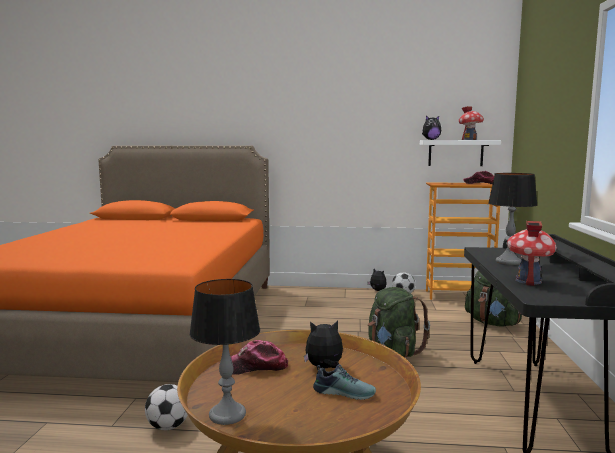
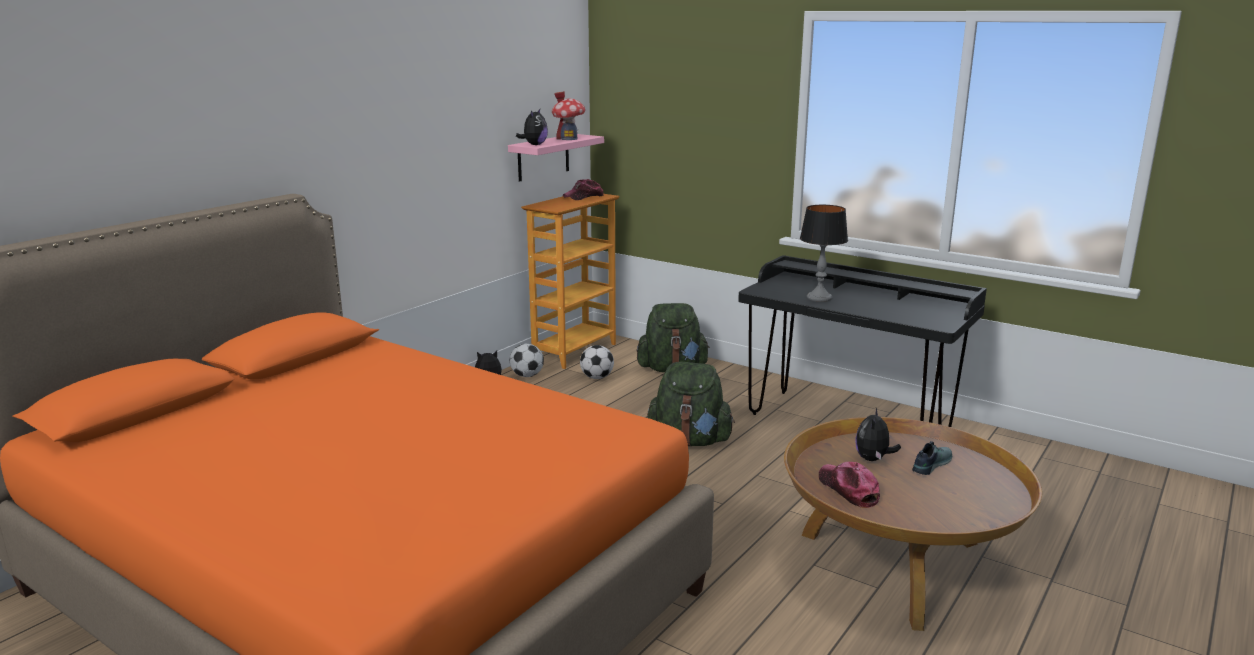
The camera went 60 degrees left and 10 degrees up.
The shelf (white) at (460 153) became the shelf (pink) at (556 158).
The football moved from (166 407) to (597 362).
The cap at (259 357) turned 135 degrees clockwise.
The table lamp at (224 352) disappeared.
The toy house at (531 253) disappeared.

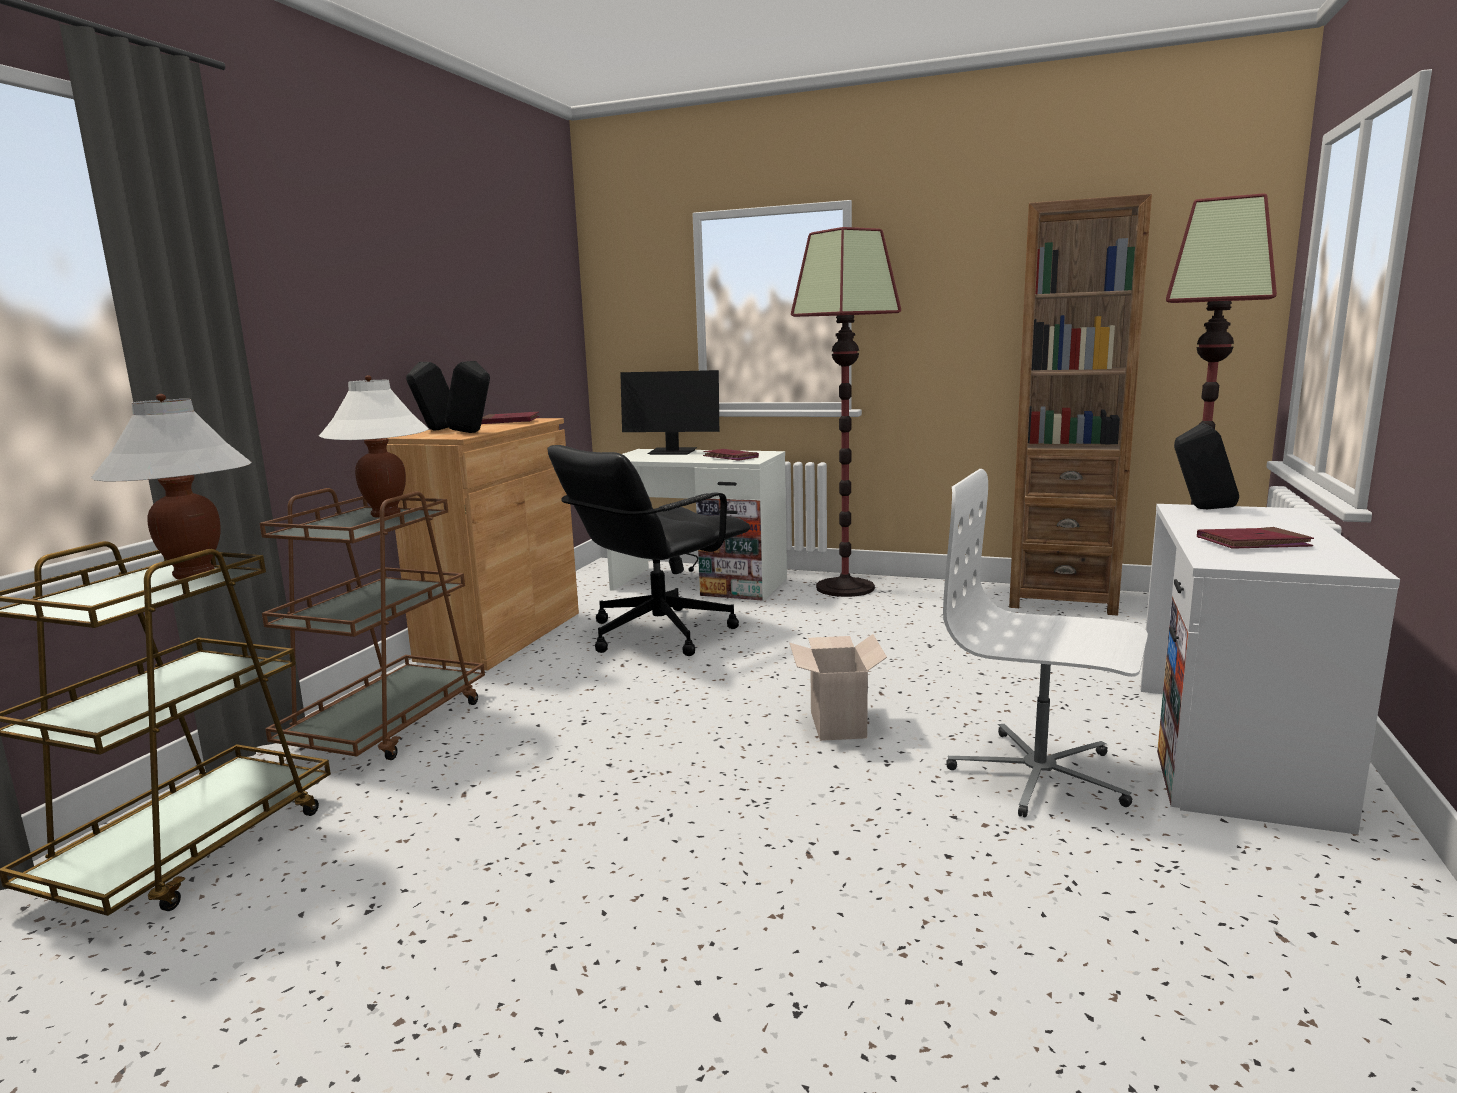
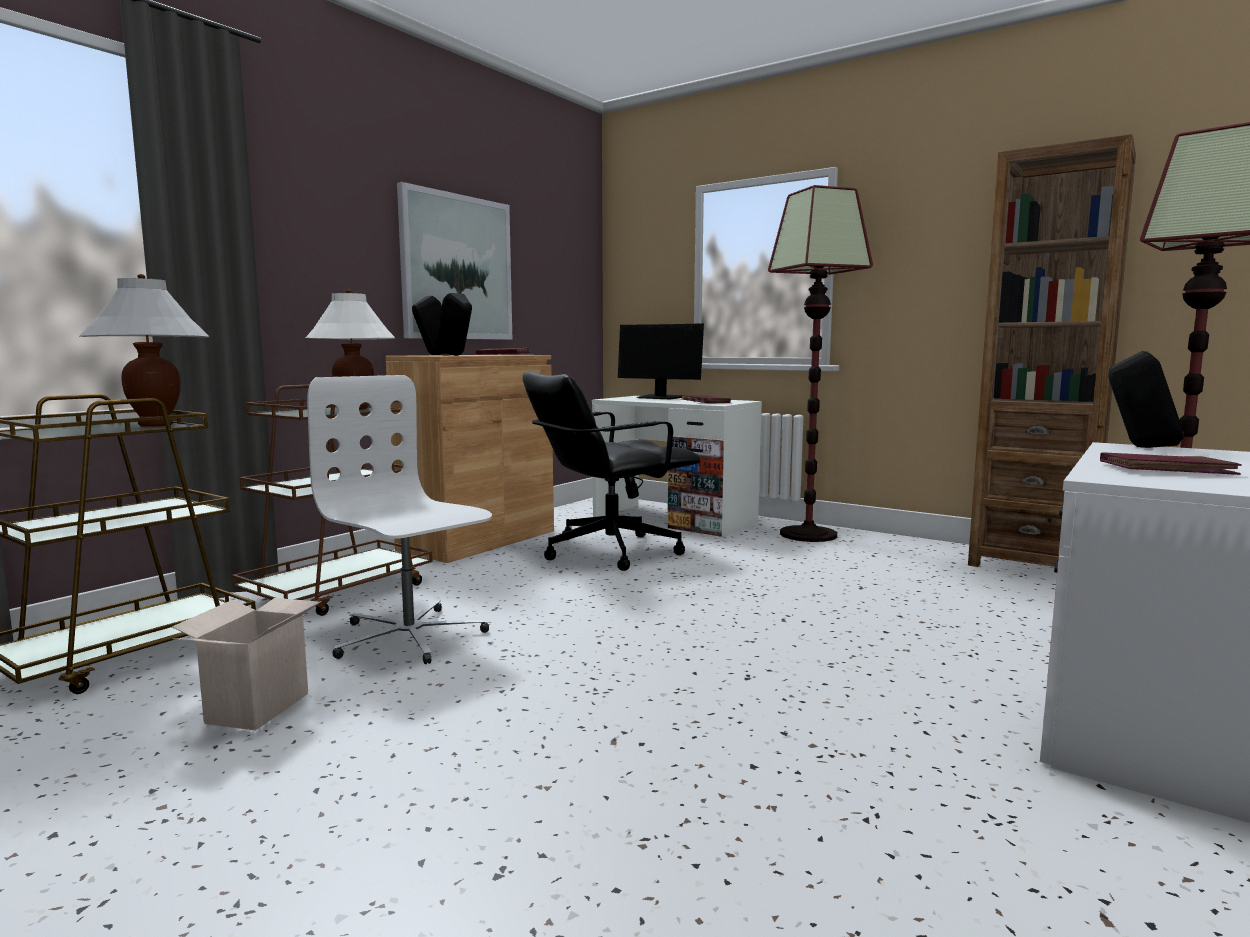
The camera went 15 degrees right and 5 degrees down.
The cardboard box moved from (838 687) to (247 664).
The office chair (white) moved from (1045 643) to (399 519).
The picture at (454 261) appeared.

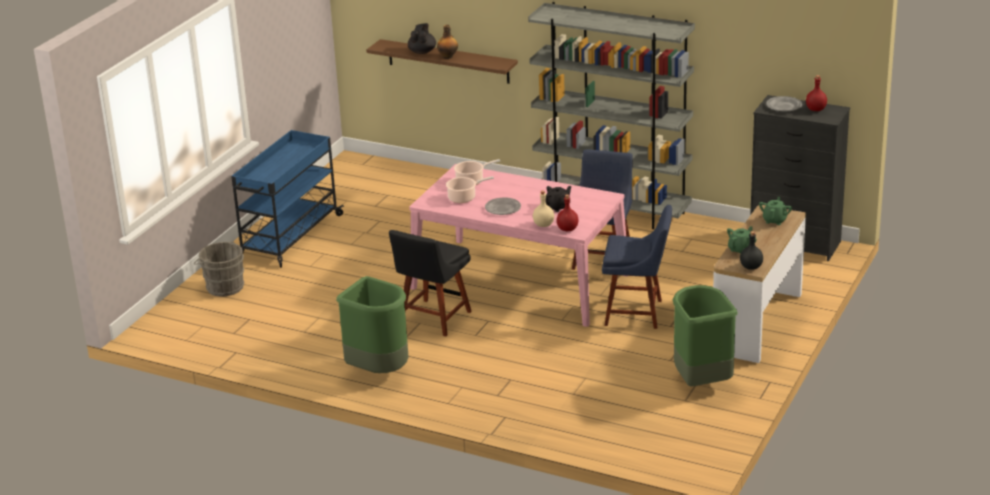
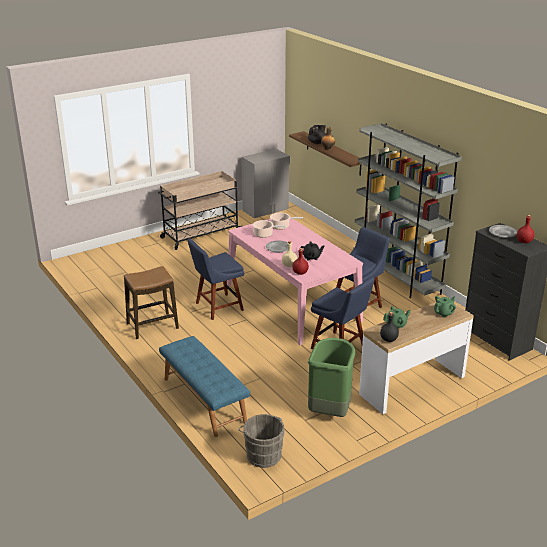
The camera went 30 degrees right and 0 degrees up.
The trash can (green) at (372 324) was replaced by the stool at (151 302).
The cart (blue) at (287 199) became the cart (beige) at (200 210).
The bench (blue) at (204 386) appeared.
The chair (black) at (430 283) became the chair (blue) at (215 279).
The bucket (grey) moved from (219 269) to (261 441).
The cabinet (grey) at (265 183) appeared.

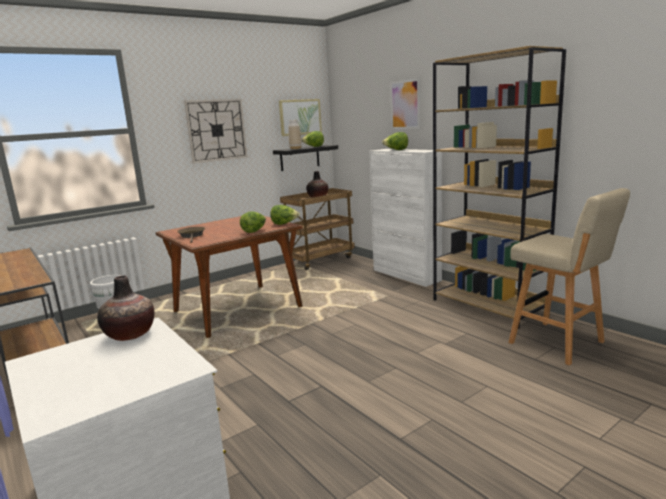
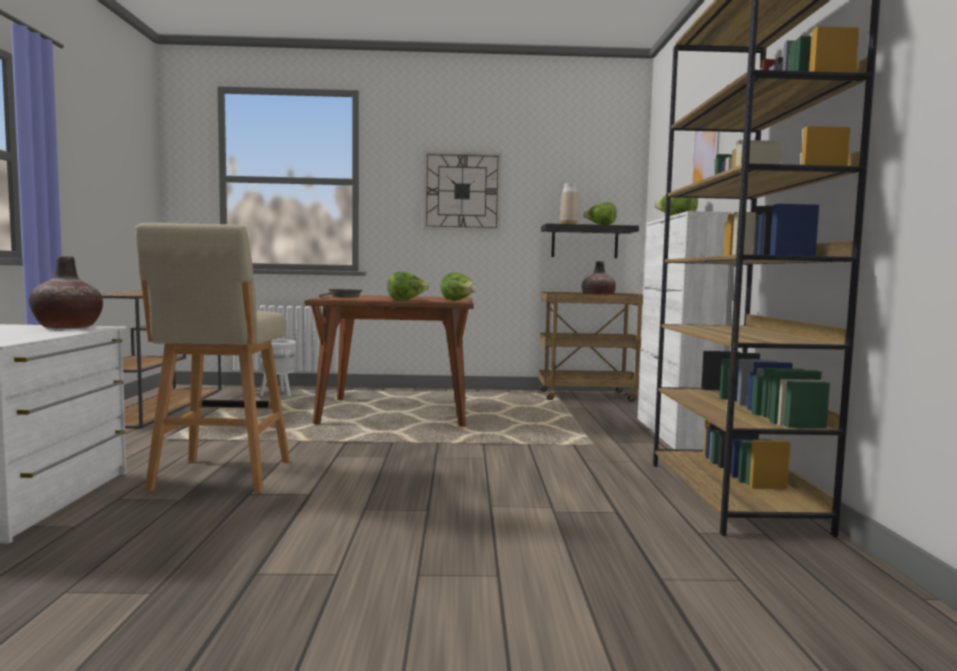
The camera went 35 degrees right and 10 degrees down.
The stool (beige) moved from (569 277) to (212 358).
The picture at (300 117) disappeared.

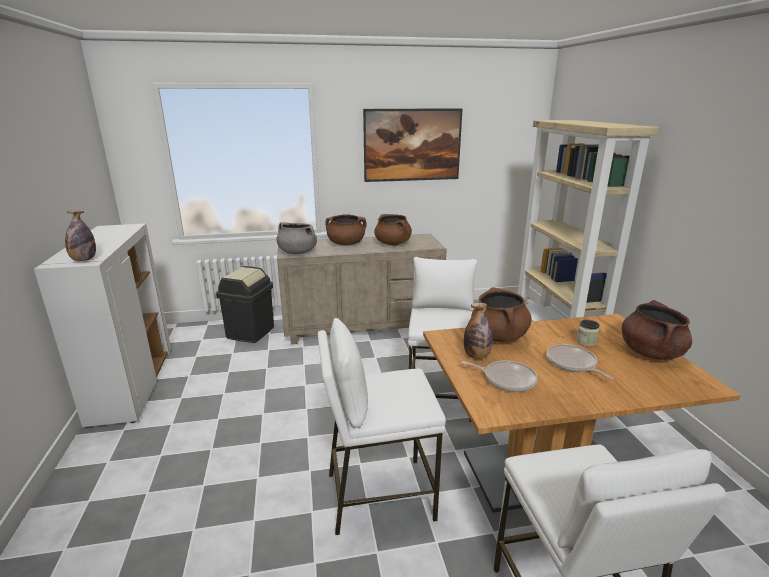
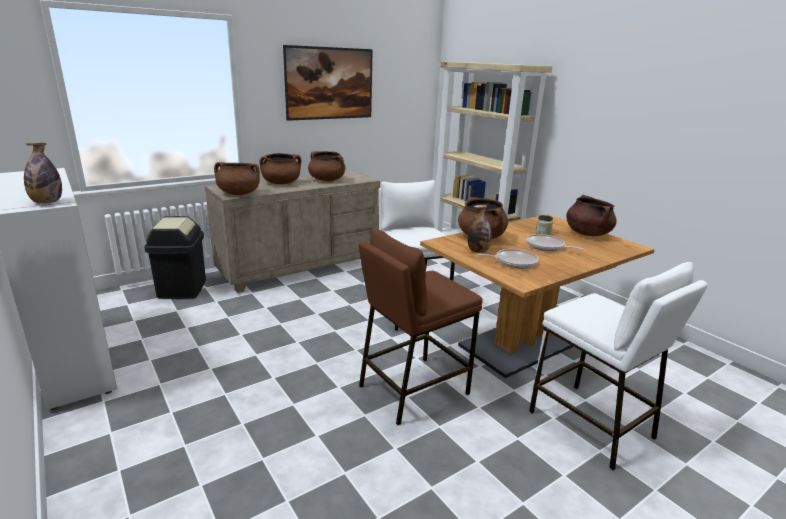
The camera went 25 degrees left and 0 degrees up.
The cooking pot (grey) at (296 238) became the cooking pot (brown) at (237 178).
The stool (white) at (381 427) became the stool (brown) at (420 326).

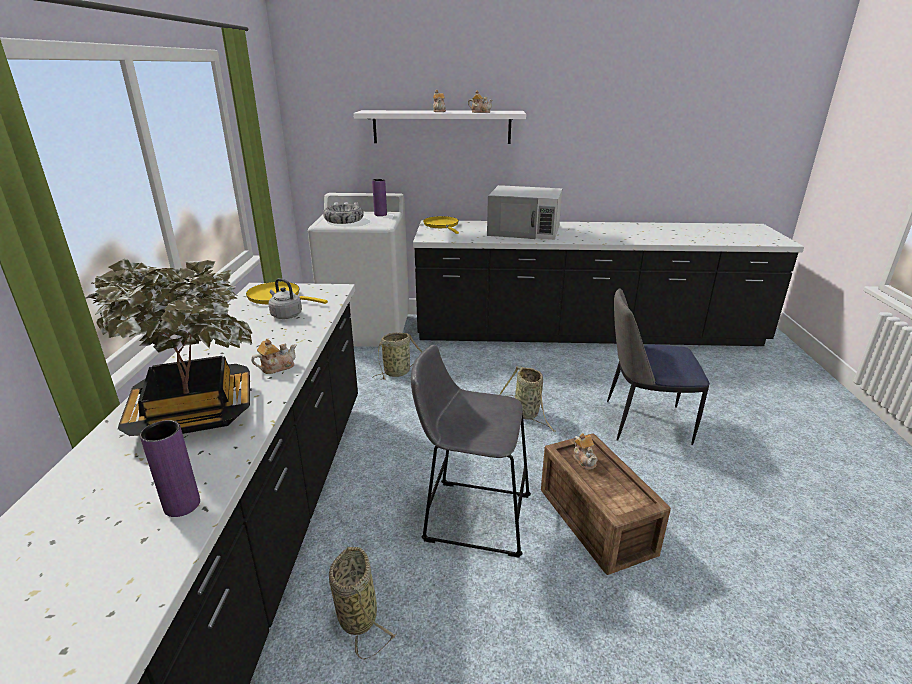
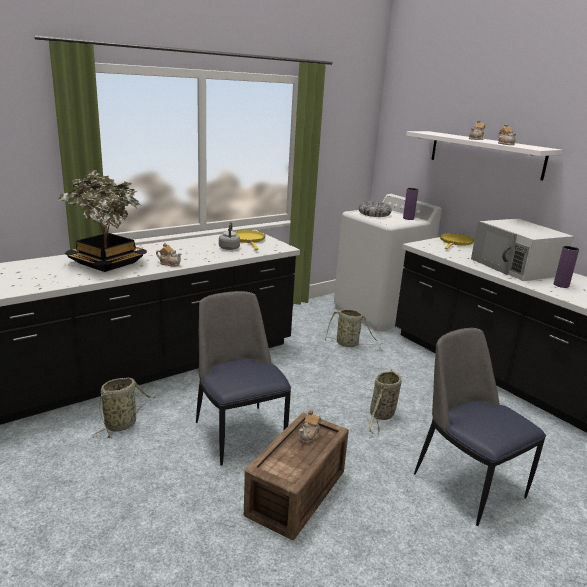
The camera went 50 degrees right and 5 degrees down.
The stool (grey) at (471 451) was replaced by the chair at (243 378).
The vase (purple) moved from (170 468) to (566 267).

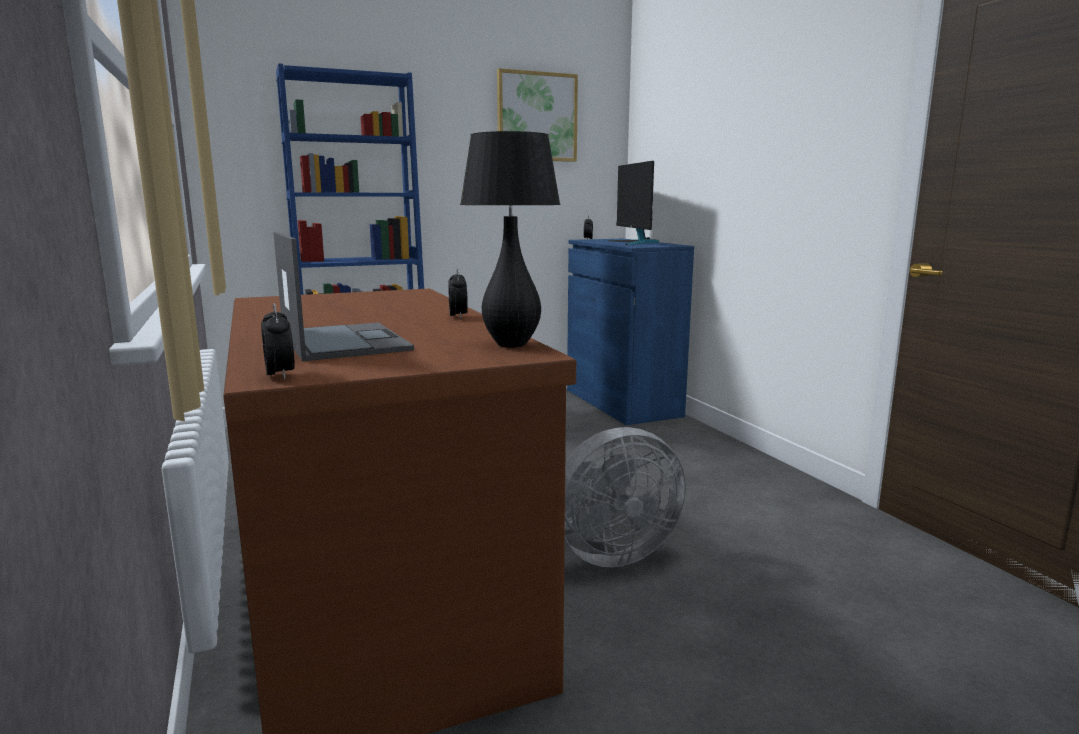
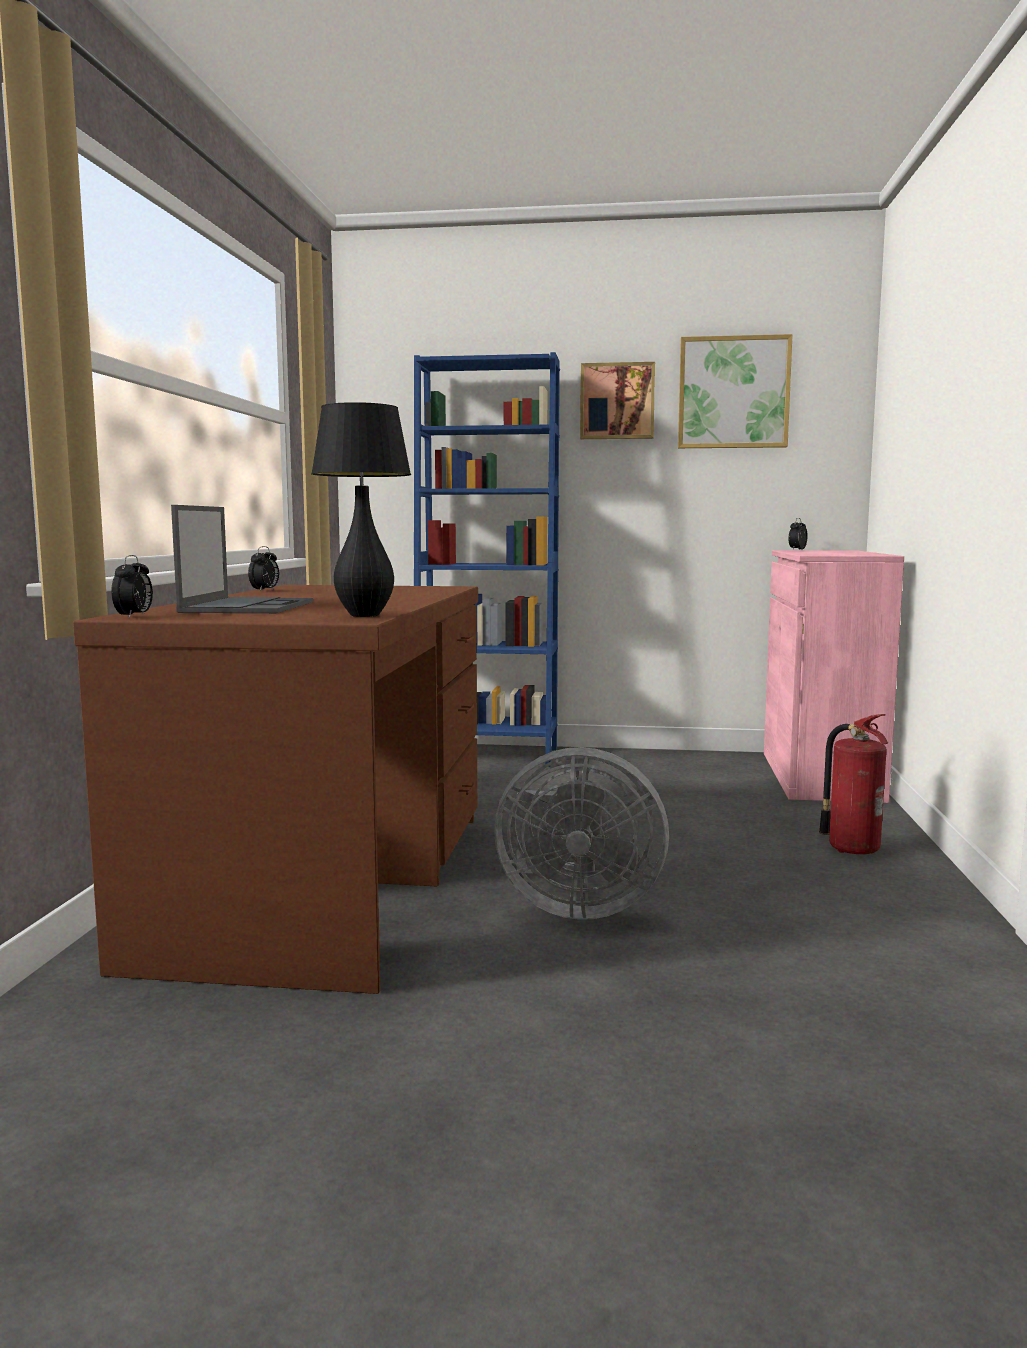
The camera went 30 degrees right and 5 degrees down.
The alarm clock moved from (458 293) to (263 568).
The picture at (617 400) appeared.
The cabinet (blue) at (630 332) became the cabinet (pink) at (834 676).
The fire extinguisher at (853 784) appeared.
The monitor at (633 203) disappeared.

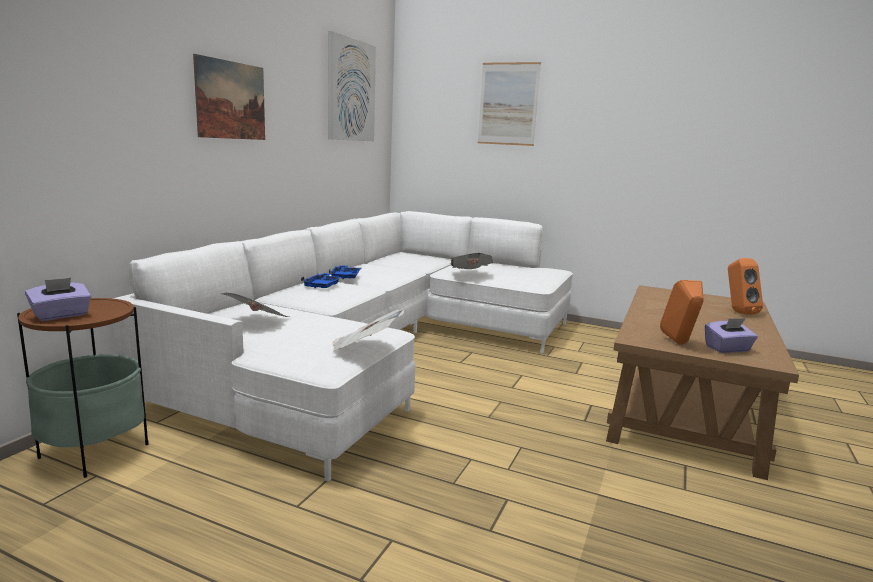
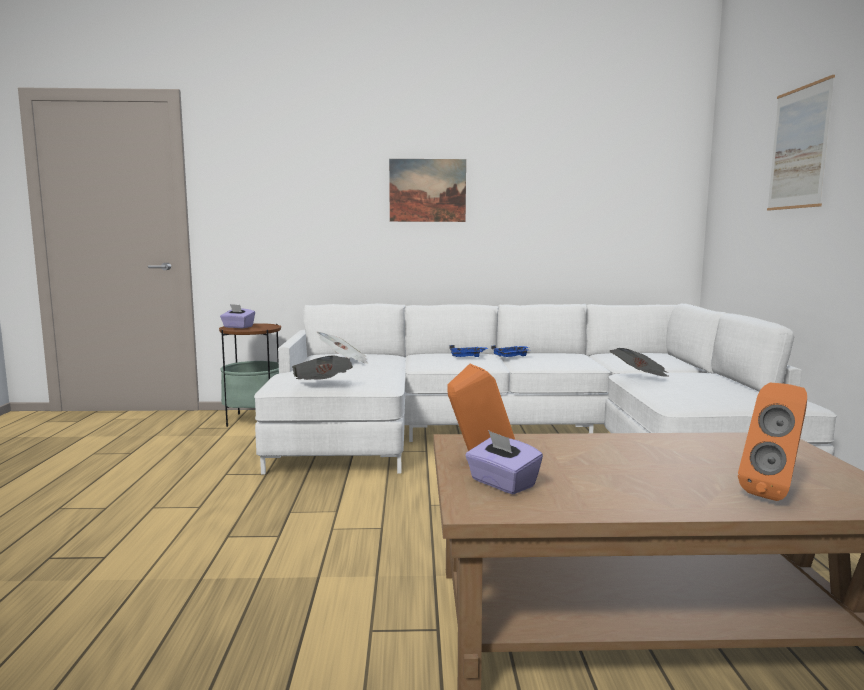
The camera went 65 degrees right and 5 degrees down.
The picture at (352 86) disappeared.

